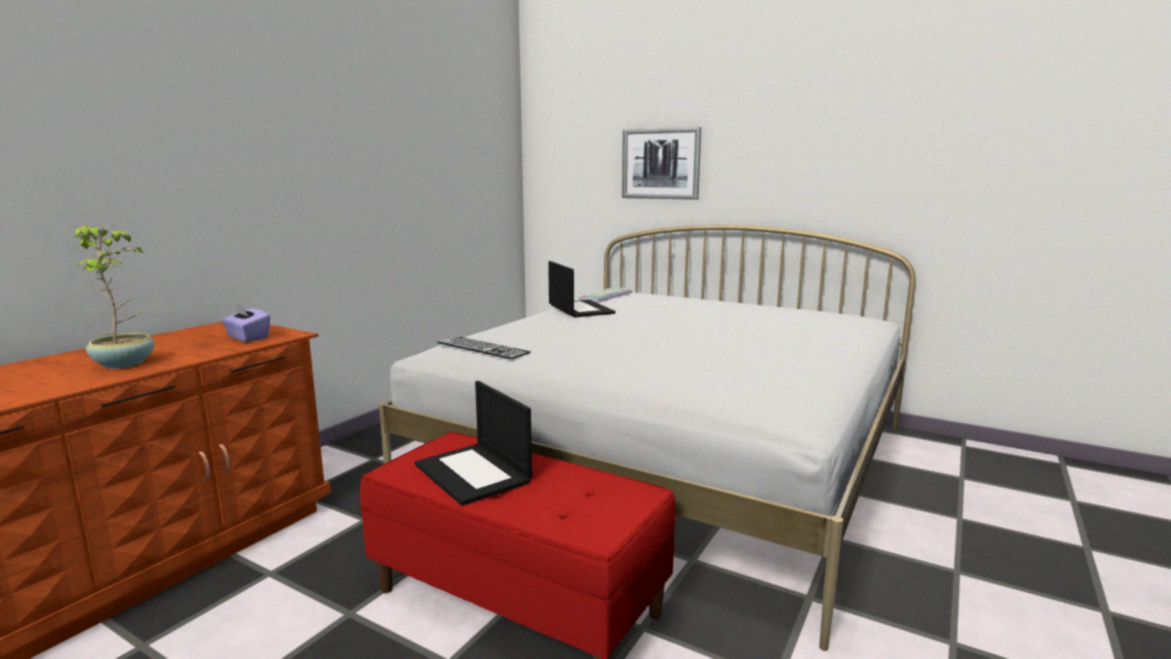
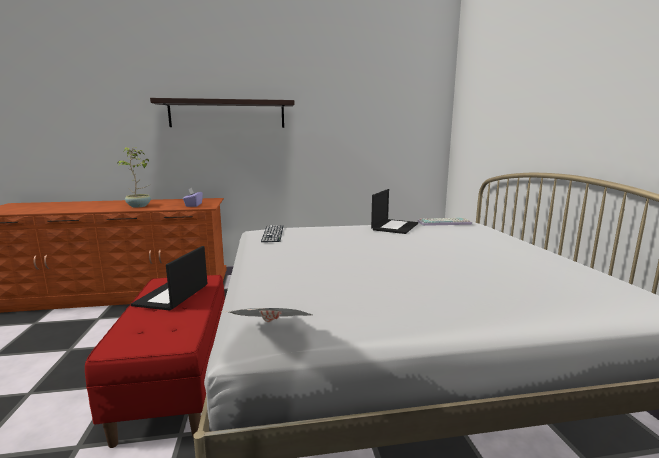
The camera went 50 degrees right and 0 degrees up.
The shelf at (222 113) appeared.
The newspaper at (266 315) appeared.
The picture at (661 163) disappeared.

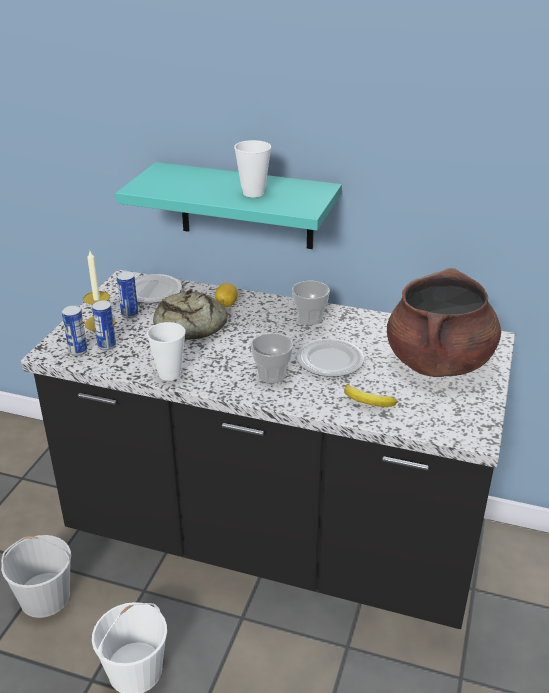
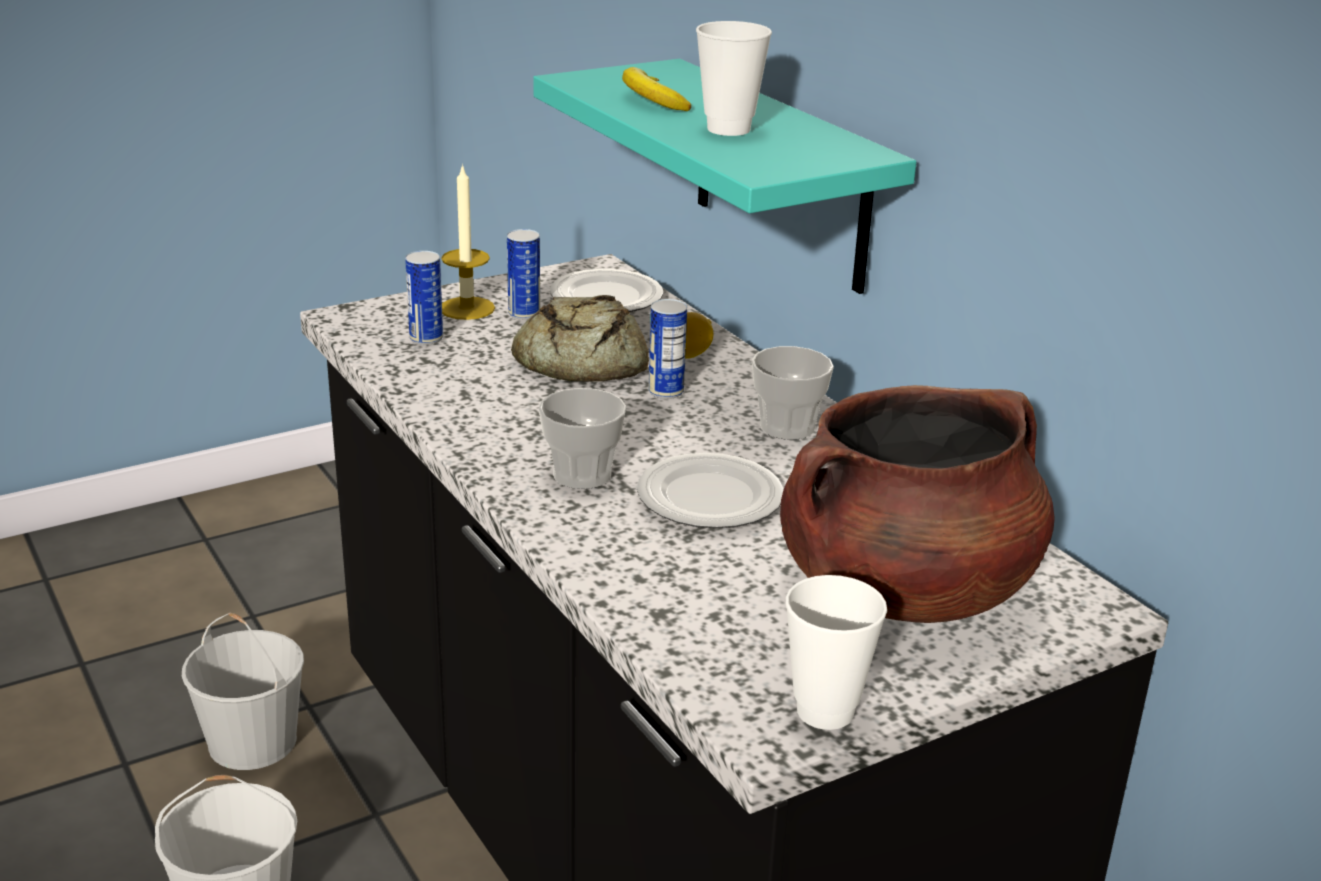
The camera went 40 degrees right and 5 degrees down.
The banana moved from (371 395) to (657 89).
The can moved from (74 330) to (667 349).
The cup moved from (166 351) to (836 652).

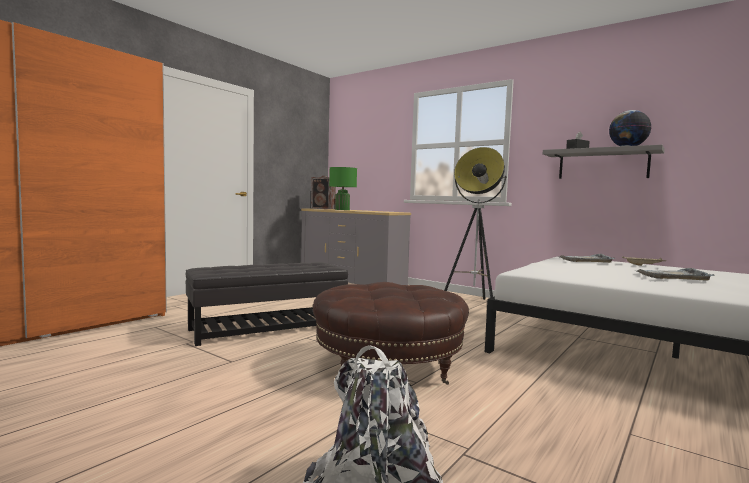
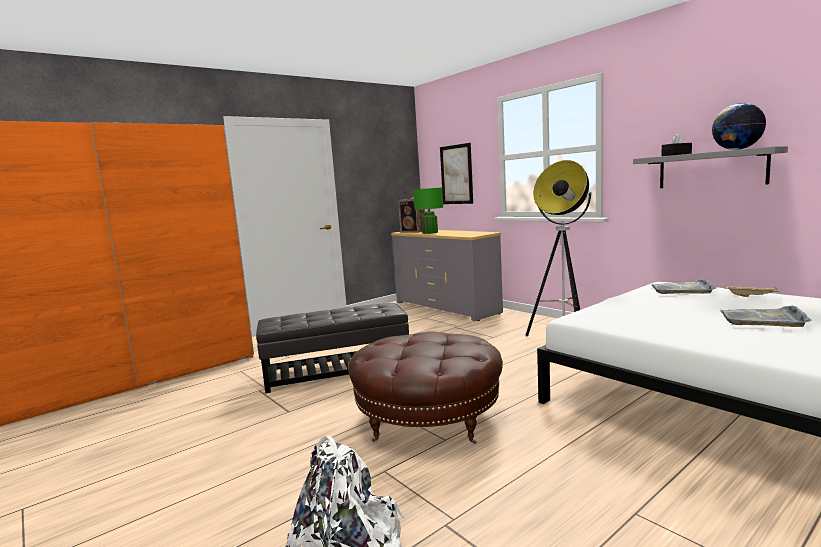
The camera went 15 degrees right and 5 degrees up.
The picture at (456 173) appeared.

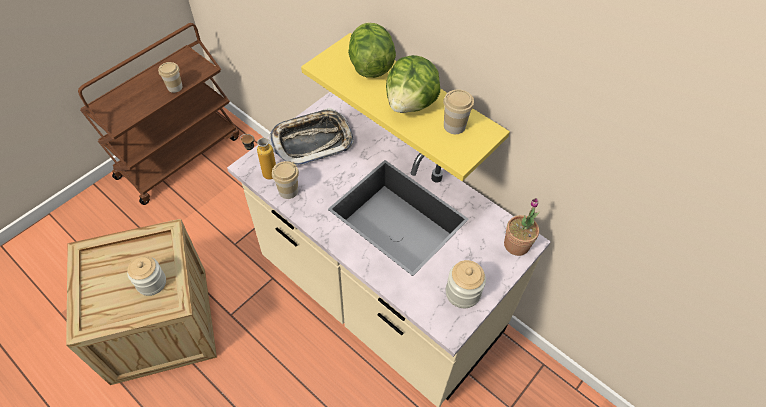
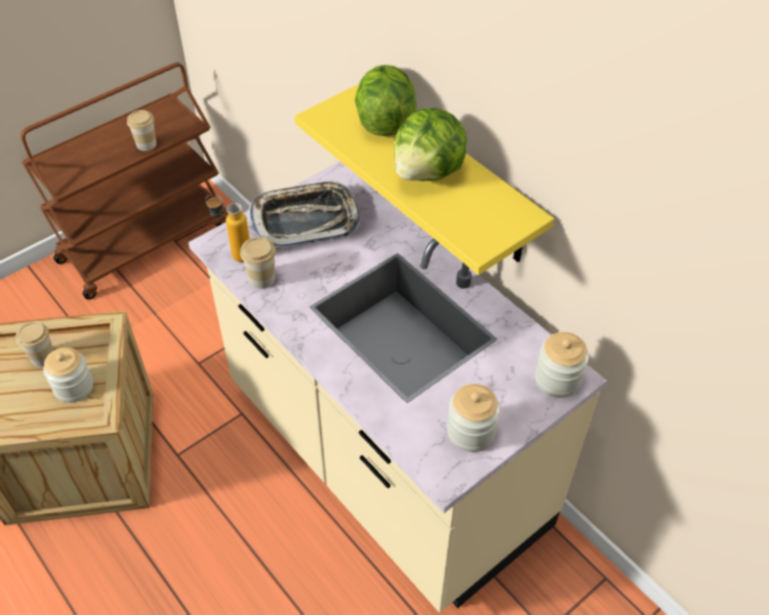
The camera went 10 degrees right and 5 degrees down.
The cup moved from (458 111) to (35 344).
The potted plant at (522 227) was replaced by the jar at (562 365).

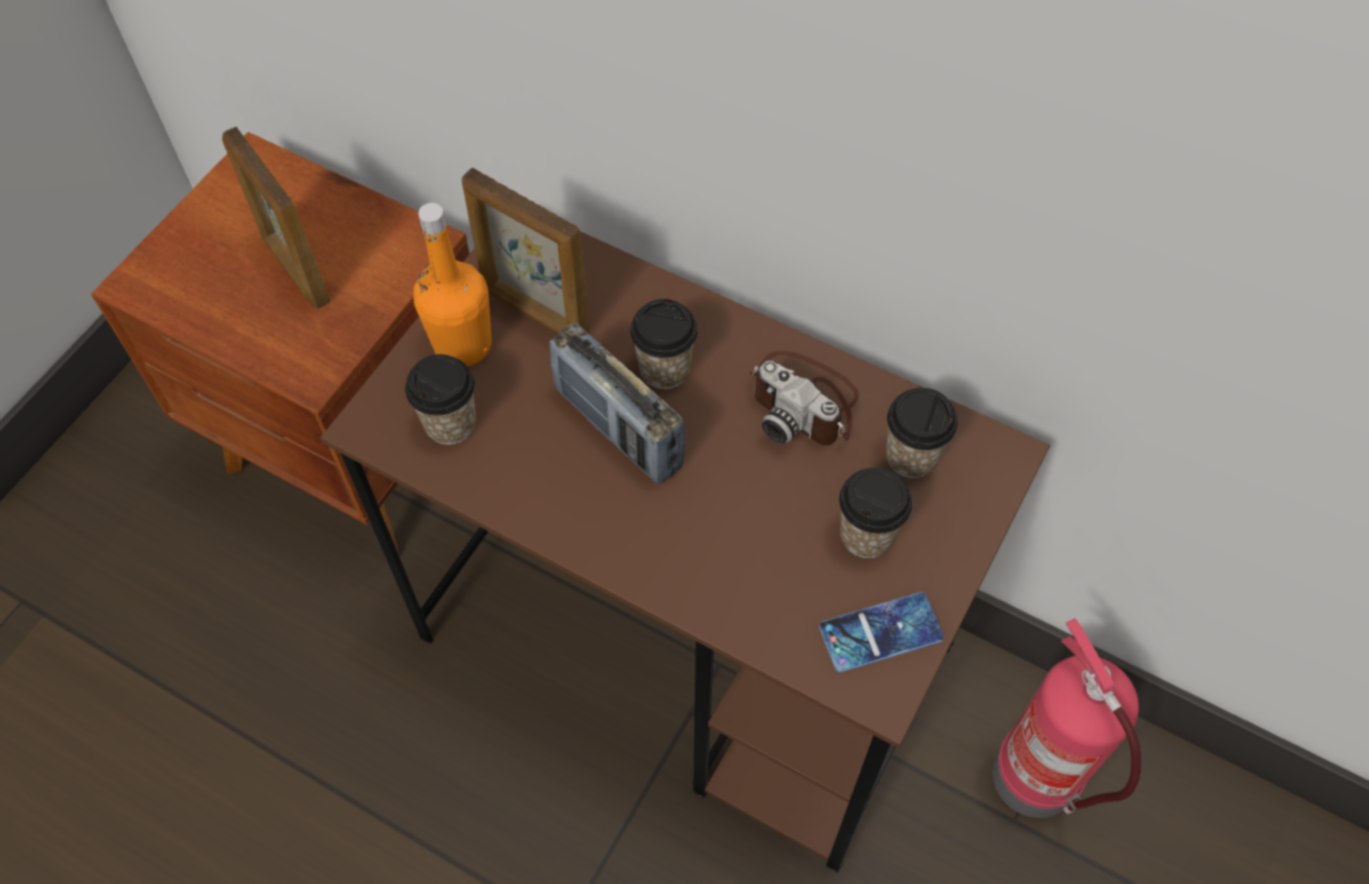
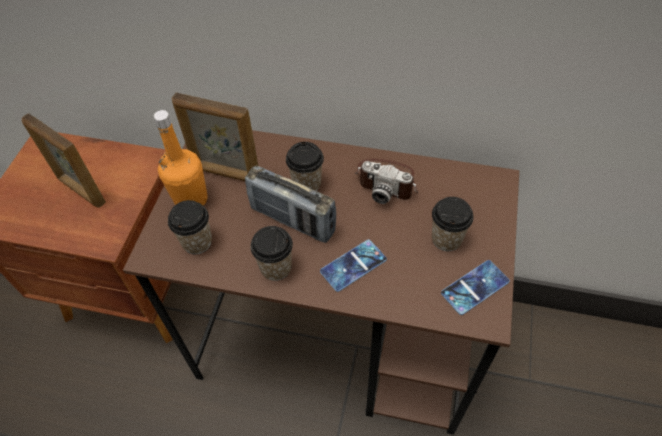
The camera went 15 degrees left and 5 degrees down.
The cup moved from (922 432) to (271 253).
The phone at (353 266) appeared.
The fire extinguisher at (1066 718) disappeared.

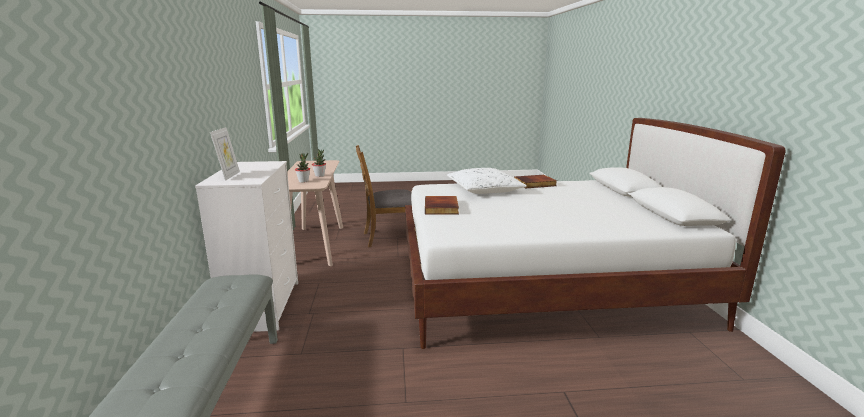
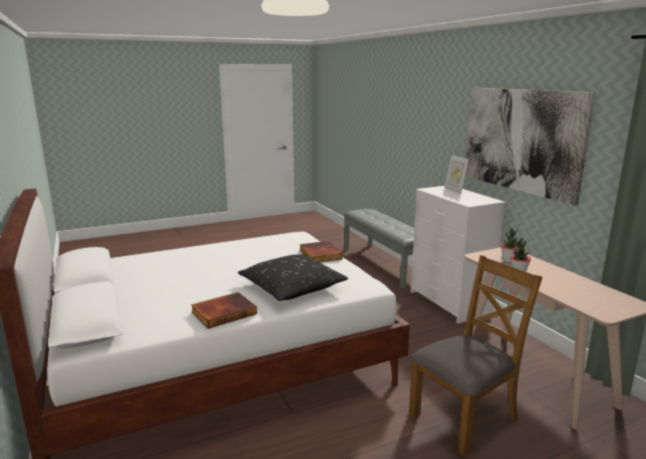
The camera went 160 degrees right and 0 degrees up.
The pillow (white) at (487 181) became the pillow (black) at (293 277).
The picture at (530 147) appeared.

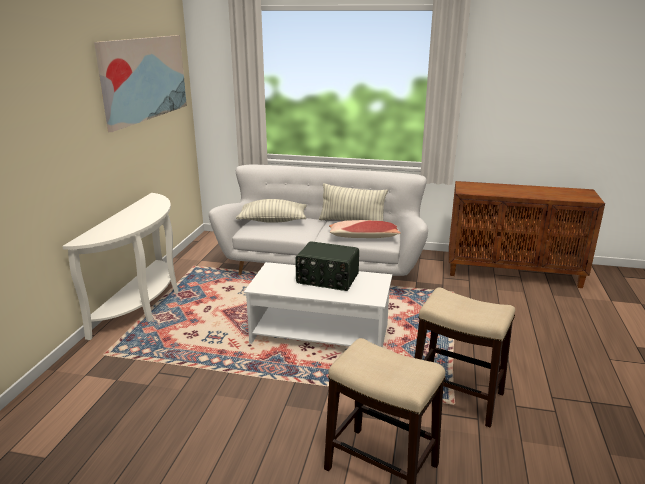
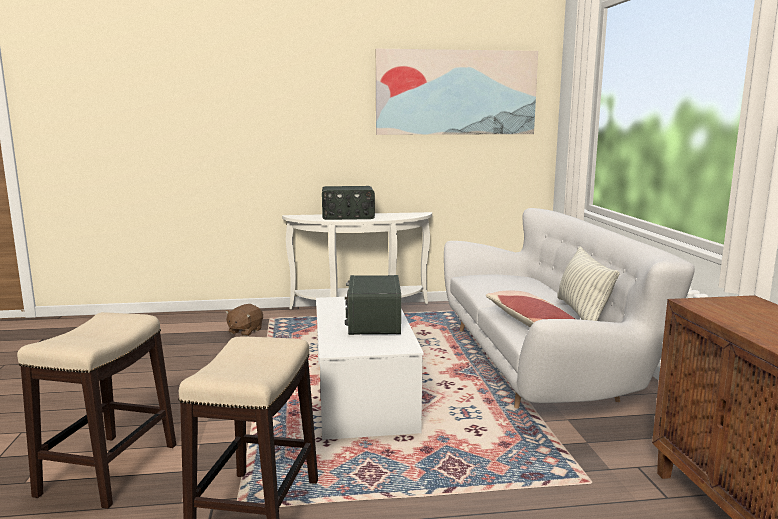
The camera went 70 degrees right and 10 degrees down.
The plush toy (brown) at (244 320) appeared.
The radio at (348 203) appeared.
The pillow at (271 210) disappeared.

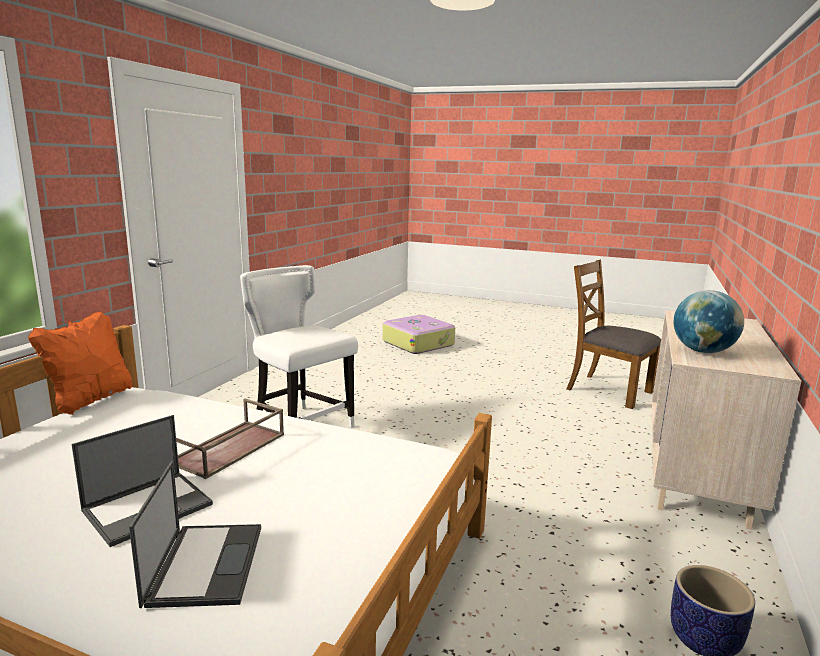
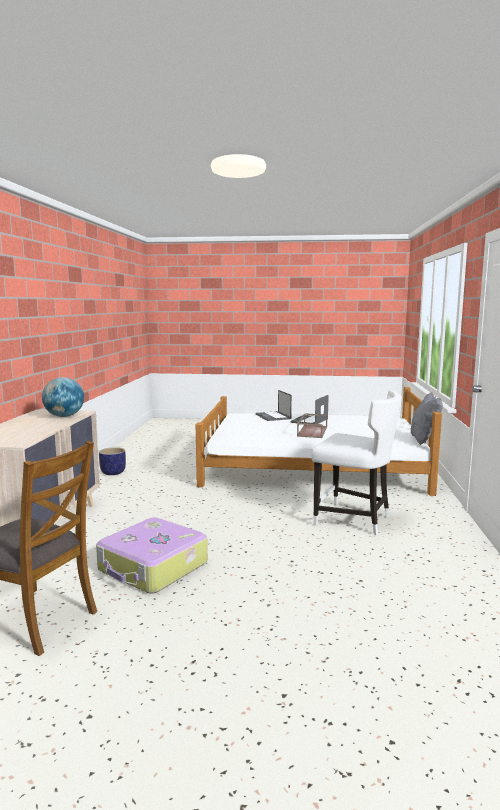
The camera went 165 degrees right and 5 degrees down.
The suitcase moved from (418 334) to (152 555).
The pillow (orange) at (80 363) became the pillow (grey) at (427 418).

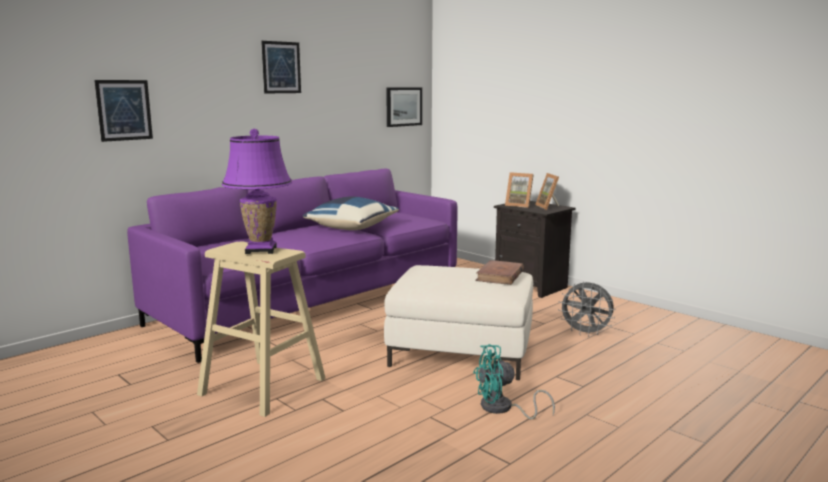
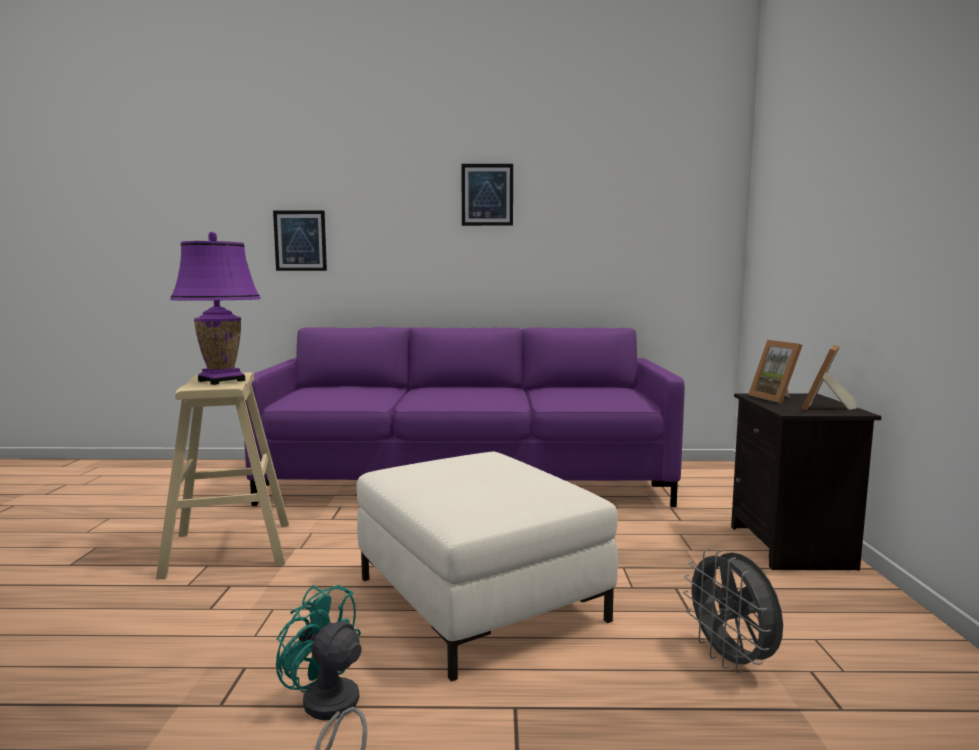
The camera went 45 degrees right and 5 degrees down.
The pillow (blue) at (351 213) disappeared.
The picture at (404 107) disappeared.
The book (brown) at (499 272) disappeared.

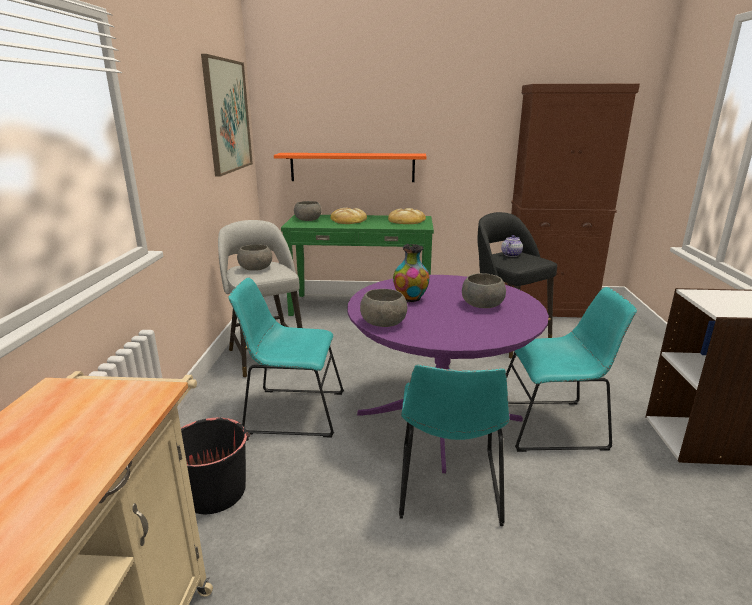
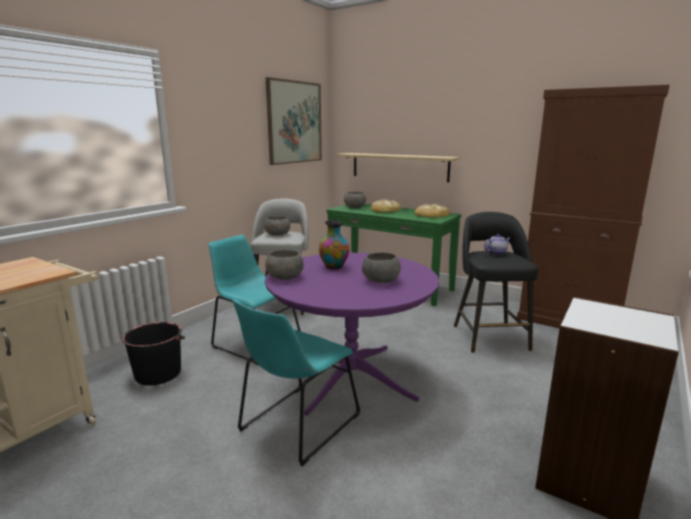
The camera went 30 degrees right and 5 degrees down.
The shelf (orange) at (350 167) became the shelf (beige) at (398 167).
The chair (turquoise) at (571 369) disappeared.

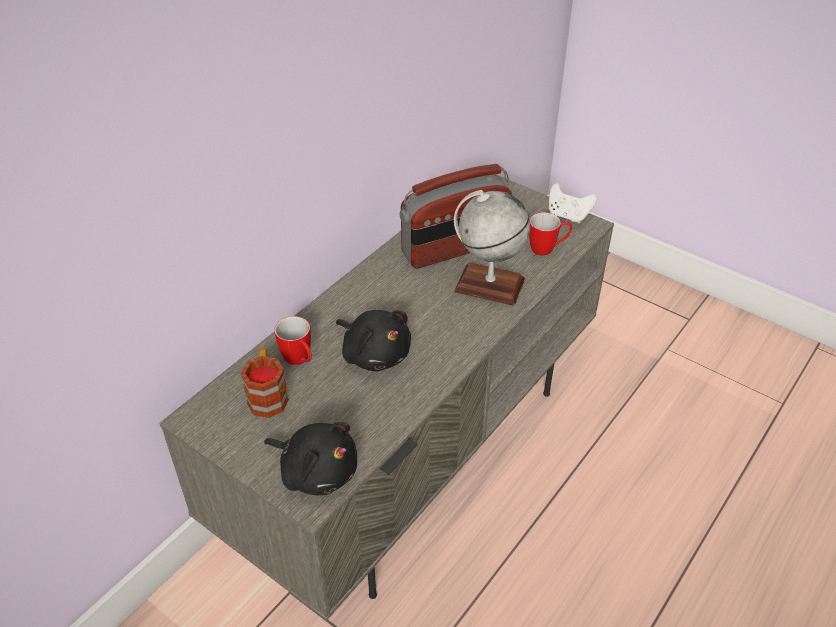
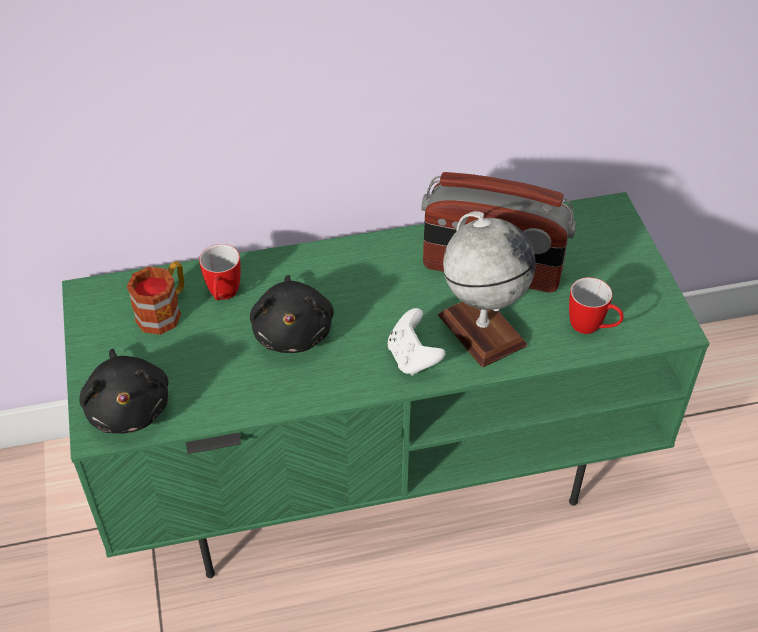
The camera went 40 degrees right and 5 degrees up.
The tv stand (grey) at (386 397) became the tv stand (green) at (386 385).
The game controller (white) moved from (573 203) to (417 342).

